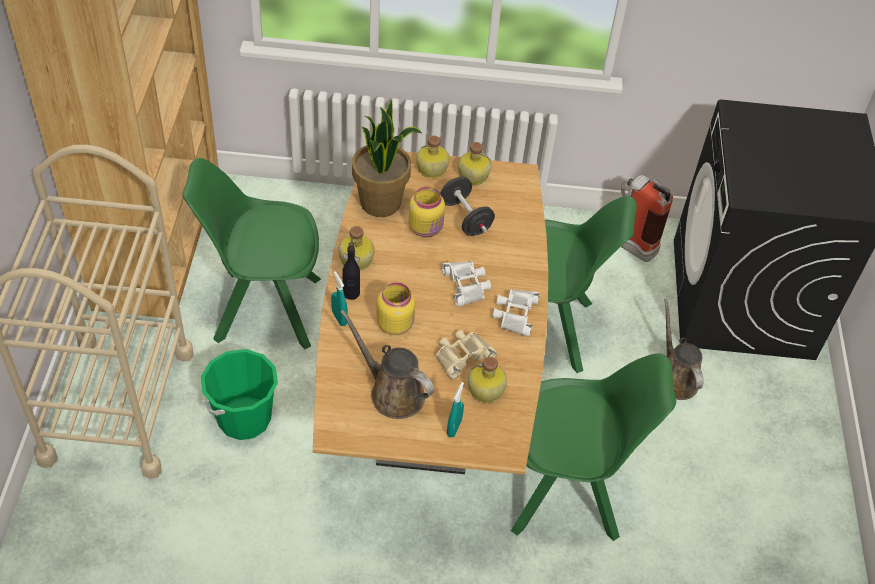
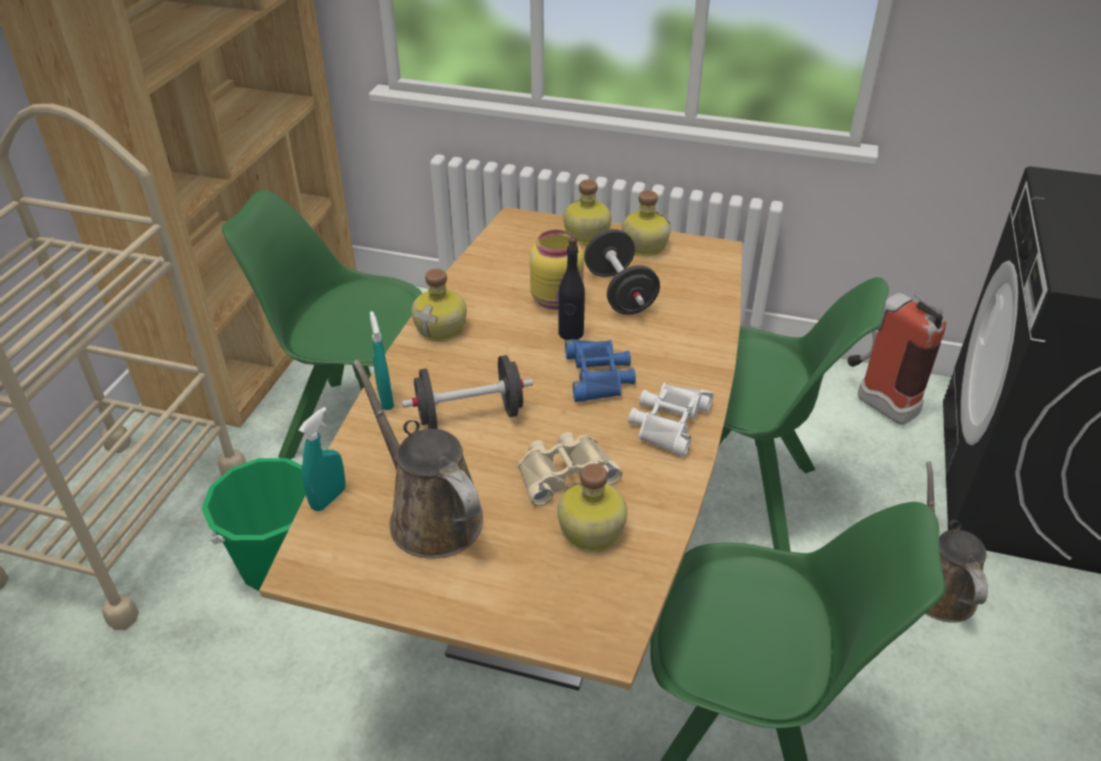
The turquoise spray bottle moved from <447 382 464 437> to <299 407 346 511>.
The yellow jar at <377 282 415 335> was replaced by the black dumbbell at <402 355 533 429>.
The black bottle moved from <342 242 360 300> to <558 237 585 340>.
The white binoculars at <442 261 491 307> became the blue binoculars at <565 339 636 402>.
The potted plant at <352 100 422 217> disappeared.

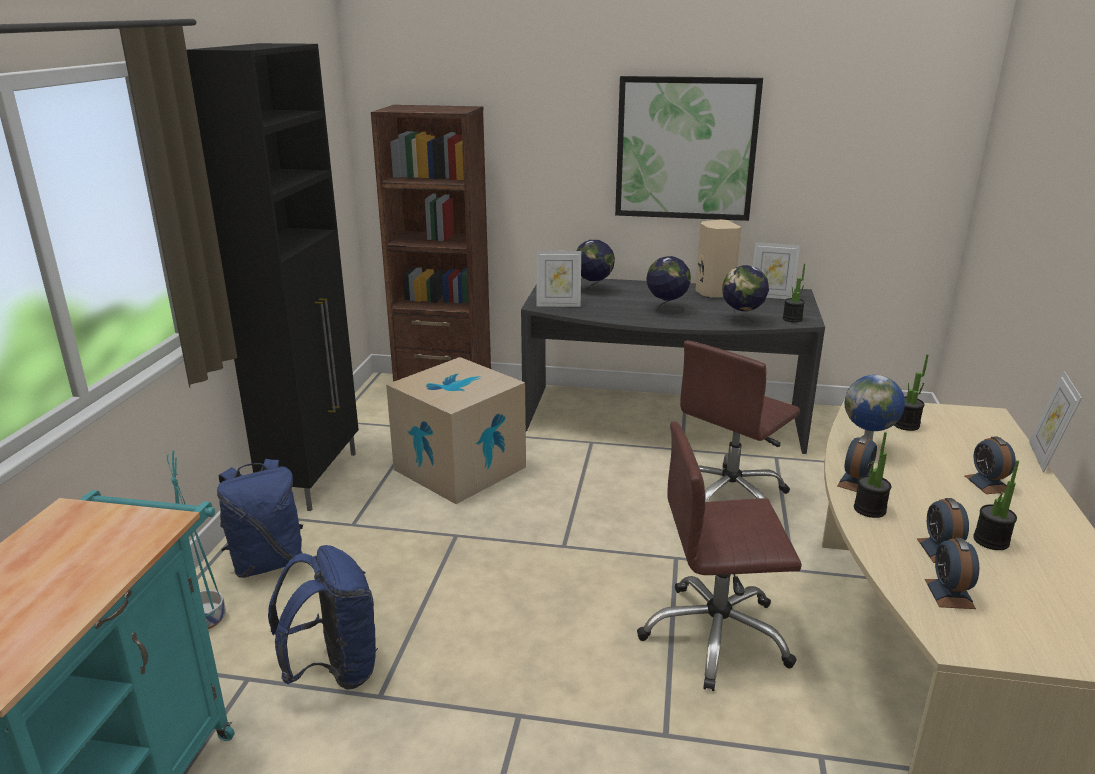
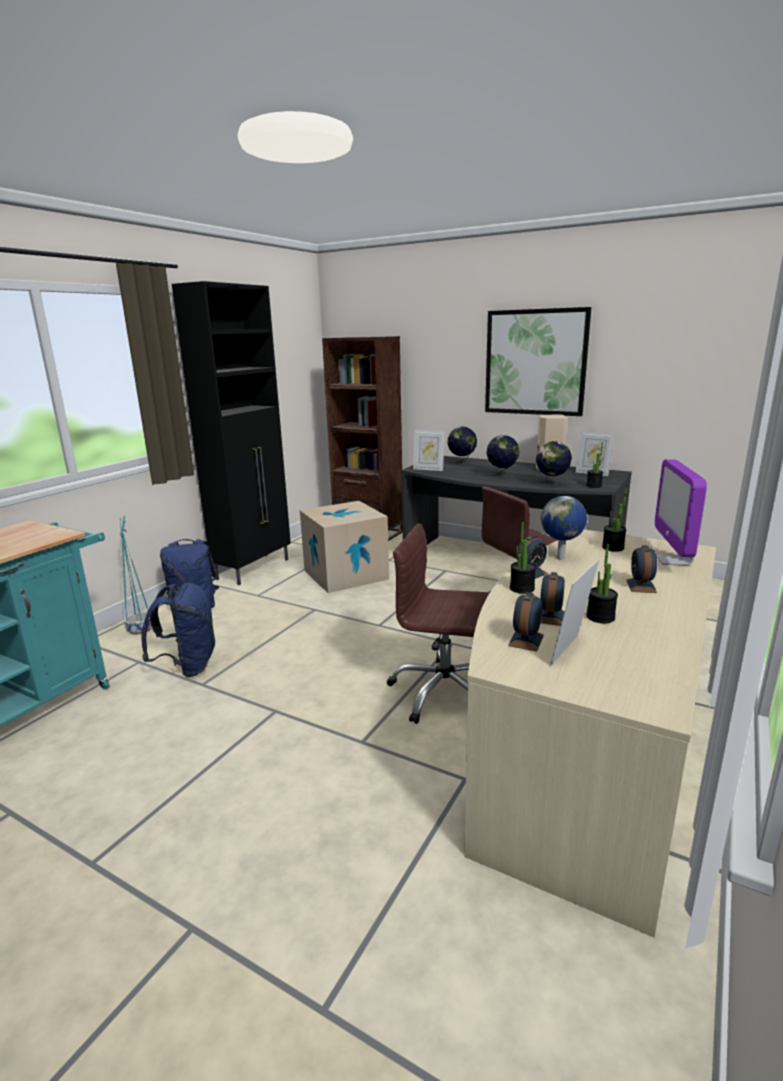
The picture frame moved from <1029 371 1082 473> to <550 559 600 666>.
The monitor at <655 459 707 565> appeared.

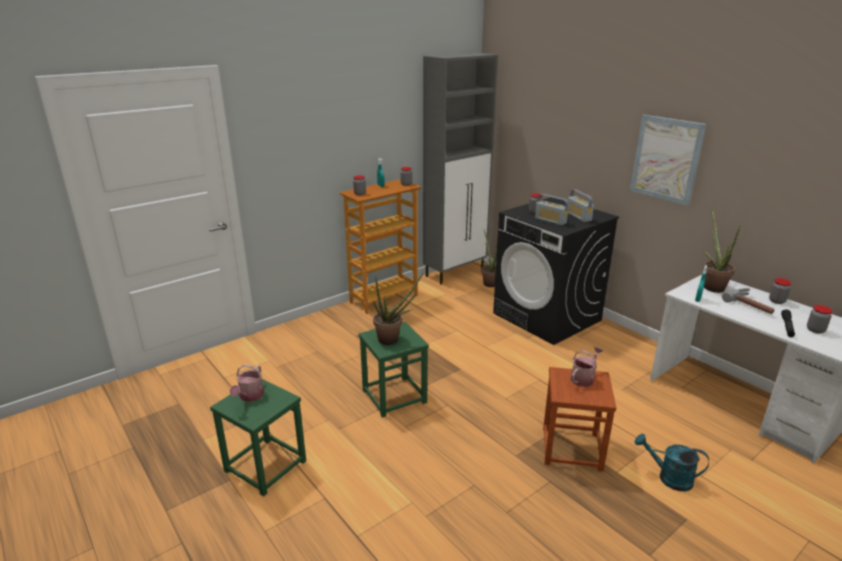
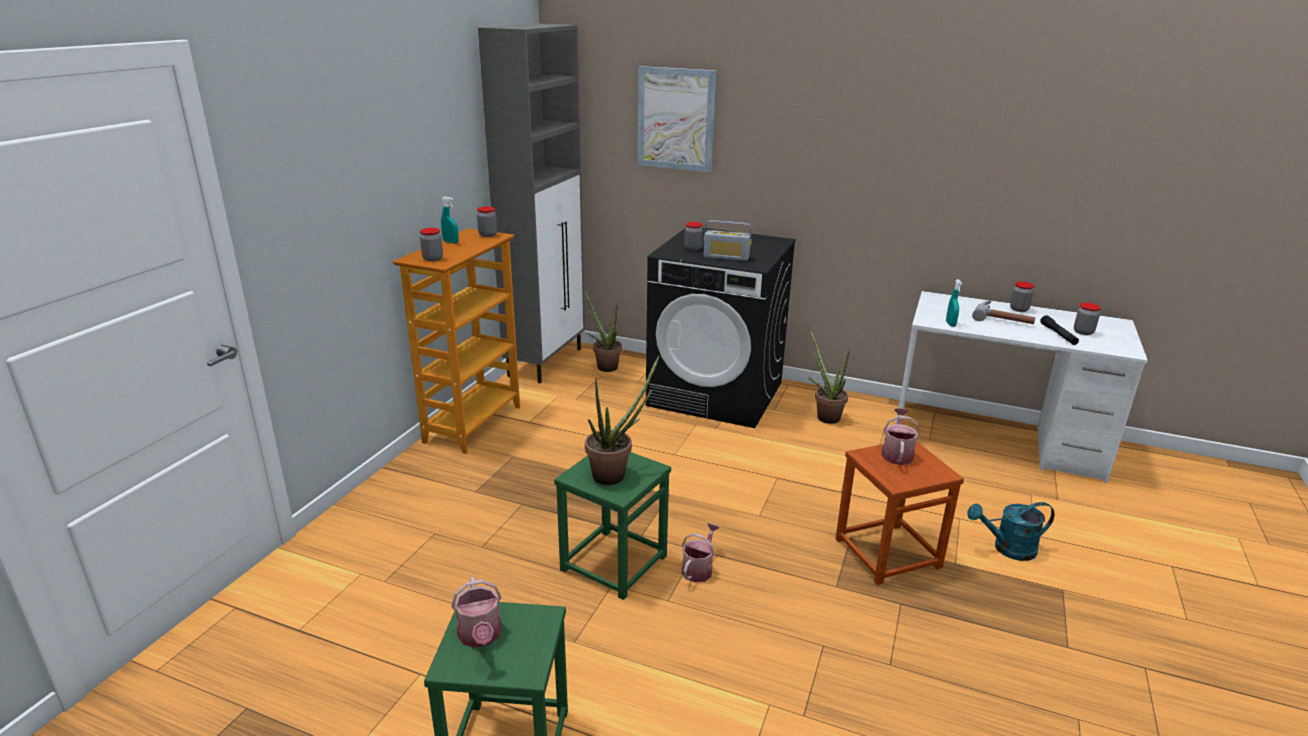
The picture moved from <630 115 706 206> to <638 66 716 172>.
The watering can at <682 523 720 582> appeared.
The potted plant moved from <703 208 741 293> to <808 329 850 424>.
The radio at <568 189 594 222> disappeared.

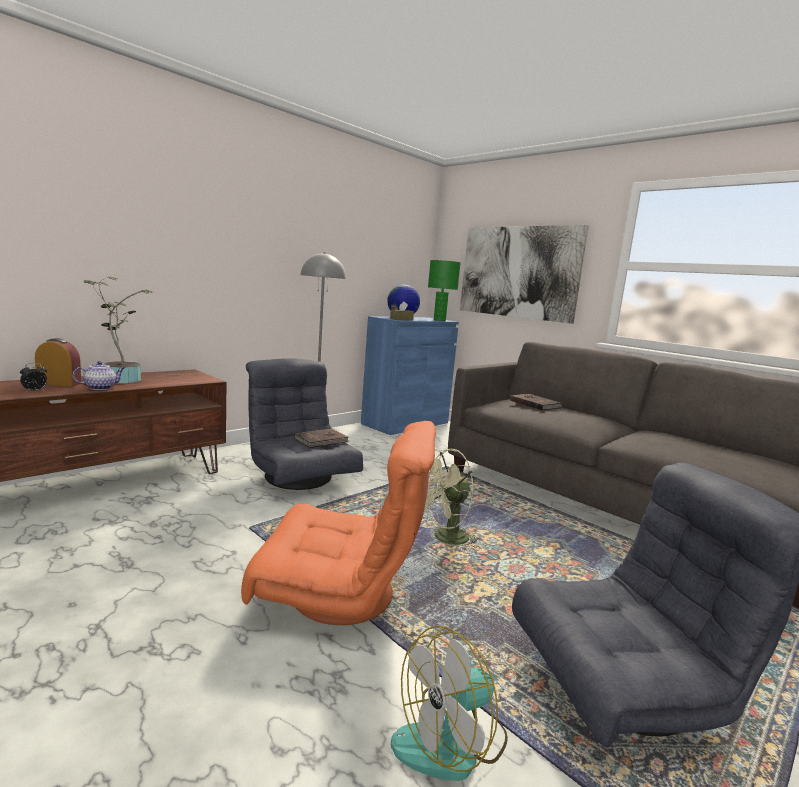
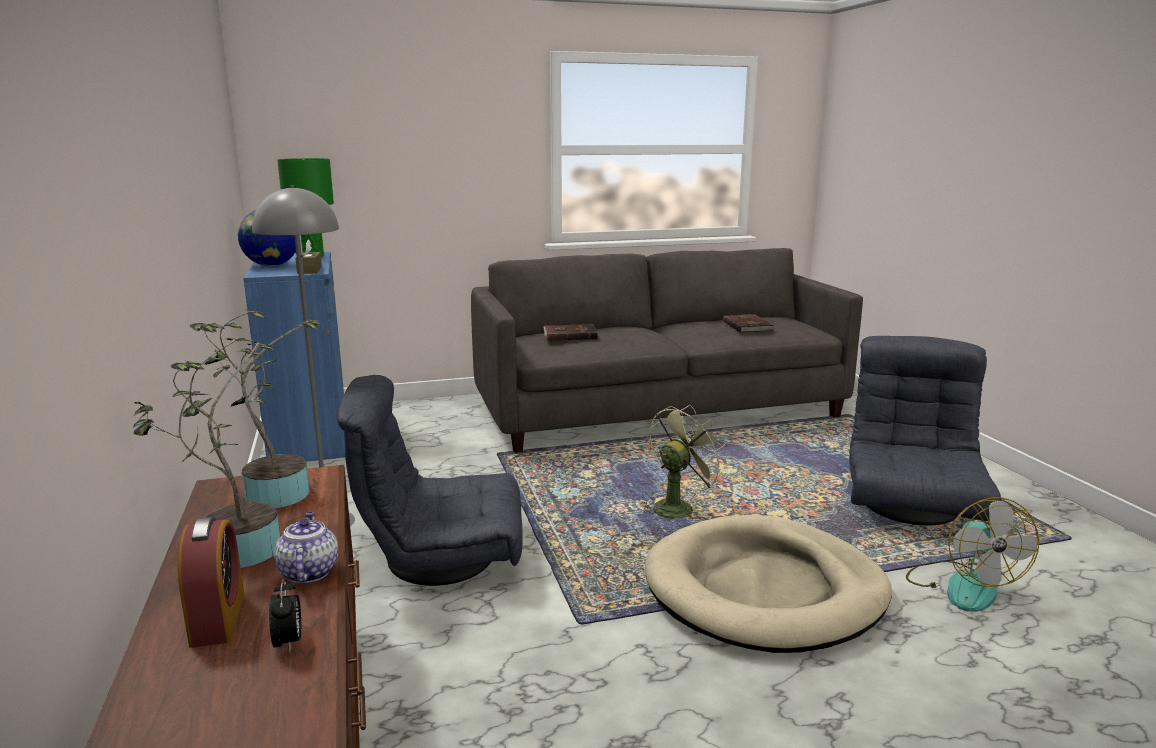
The alarm clock at <35 338 82 387> turned 135 degrees clockwise.
The potted plant at <190 310 323 508> appeared.
The green fan at <424 449 480 551> turned 135 degrees counterclockwise.
The orange armchair at <241 421 436 625> was replaced by the beige dog bed at <645 515 892 653>.
The brown book moved from <294 428 350 448> to <723 314 774 333>.
The picture at <460 225 589 324> disappeared.

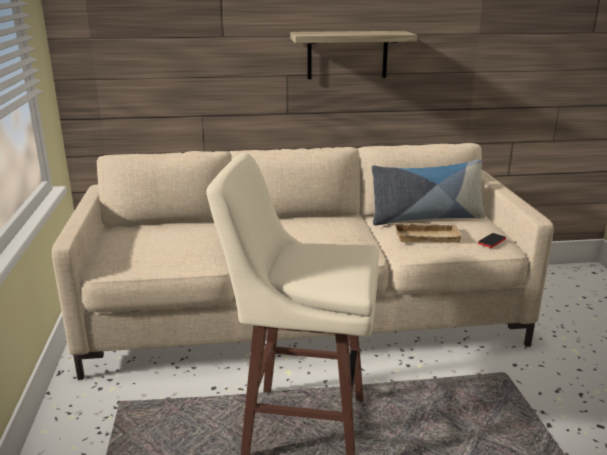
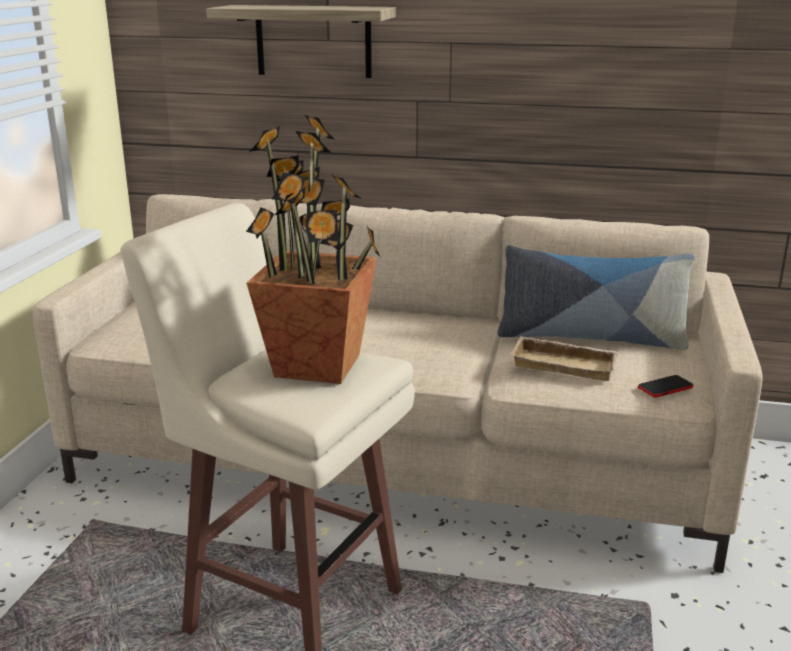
The shelf moved from <290 31 417 79> to <206 5 396 78>.
The potted plant at <246 115 380 384> appeared.

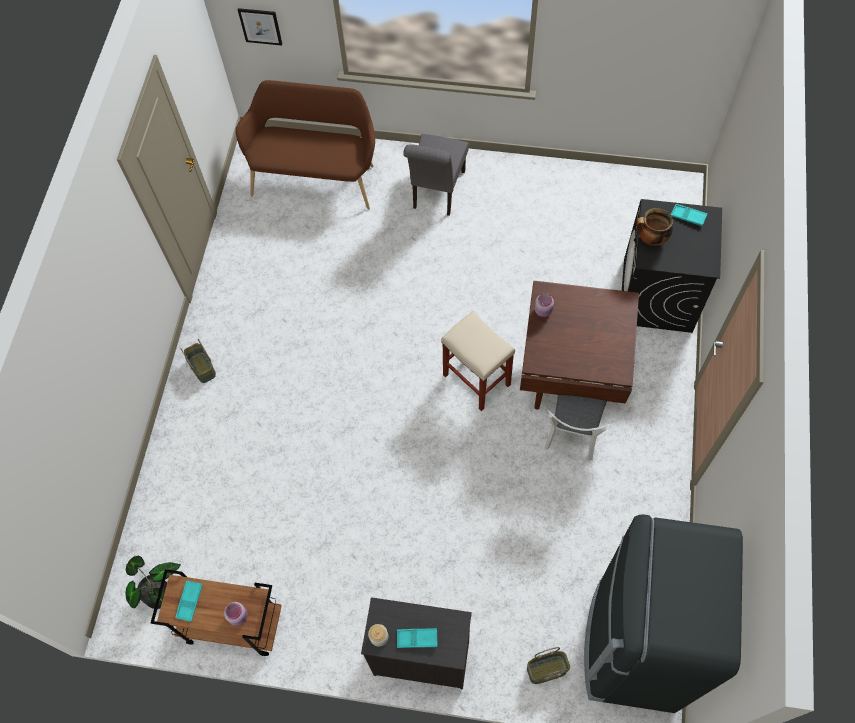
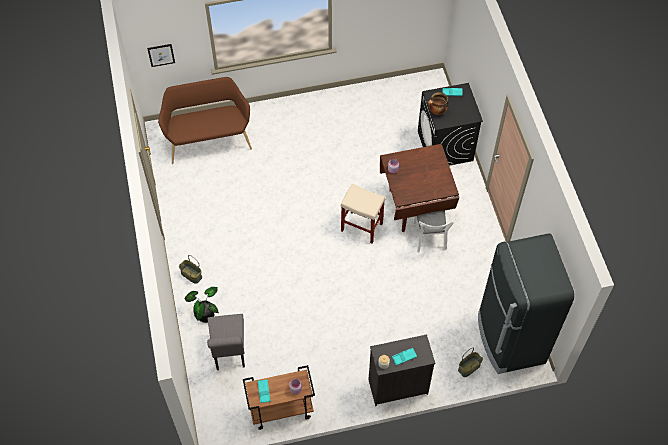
The potted plant moved from <125 556 181 609> to <184 287 219 323>.
The grey chair moved from <403 134 469 216> to <207 314 245 370>.

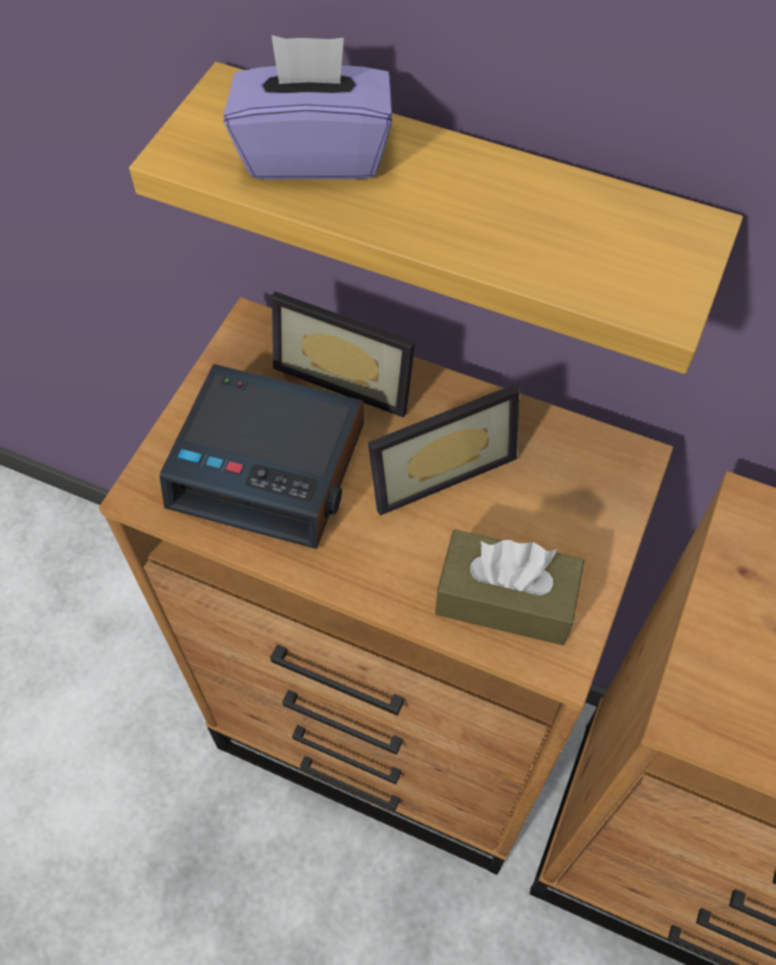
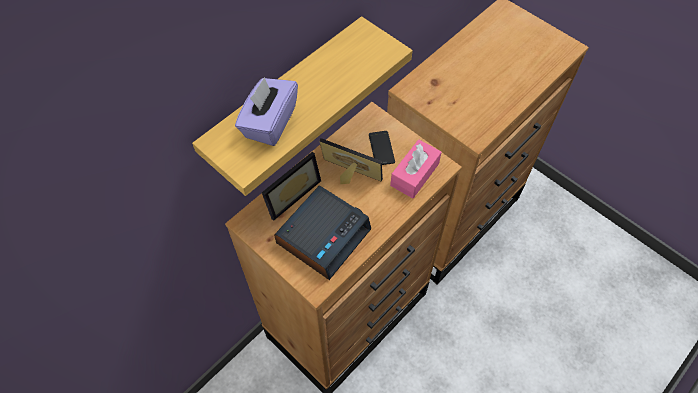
The picture frame at <368 384 519 515> turned 60 degrees counterclockwise.
The phone at <369 131 395 165> appeared.
The brown tissue box at <435 530 585 645> became the pink tissue box at <390 140 442 198>.

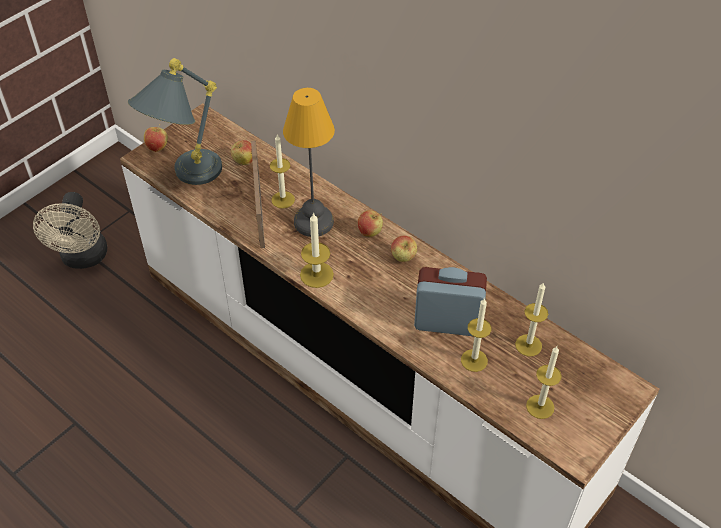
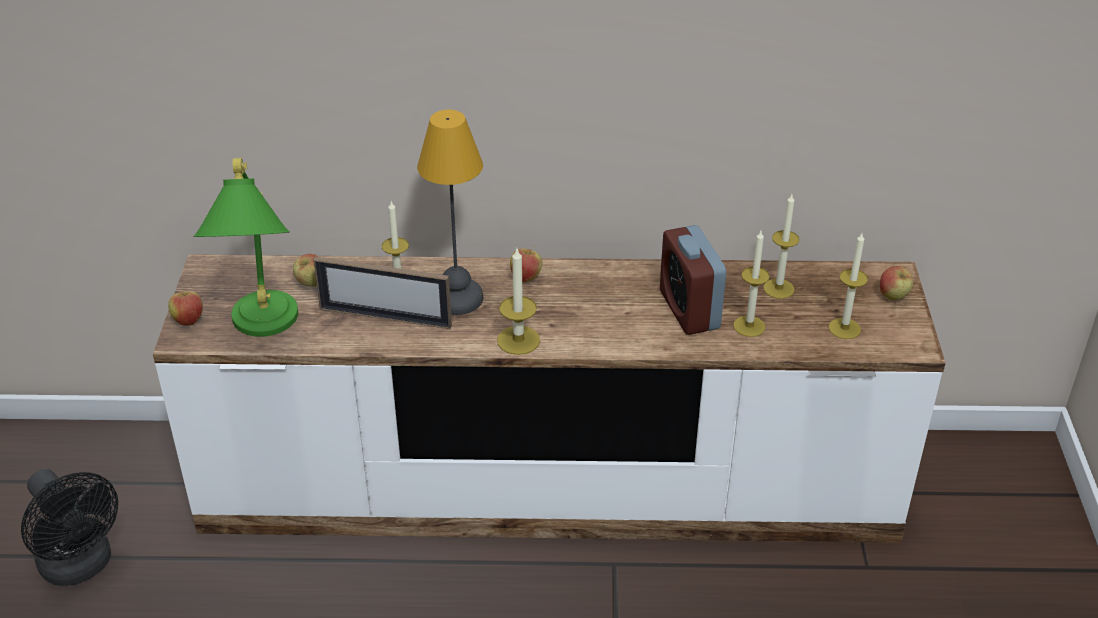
The beige fan at <33 192 107 269> became the black fan at <21 469 118 586>.
The grey table lamp at <128 58 222 185> became the green table lamp at <194 158 298 337>.
The picture frame at <251 140 265 248> turned 150 degrees clockwise.
The alarm clock at <414 267 487 336> turned 75 degrees counterclockwise.
The apple moved from <391 236 417 262> to <880 266 913 301>.

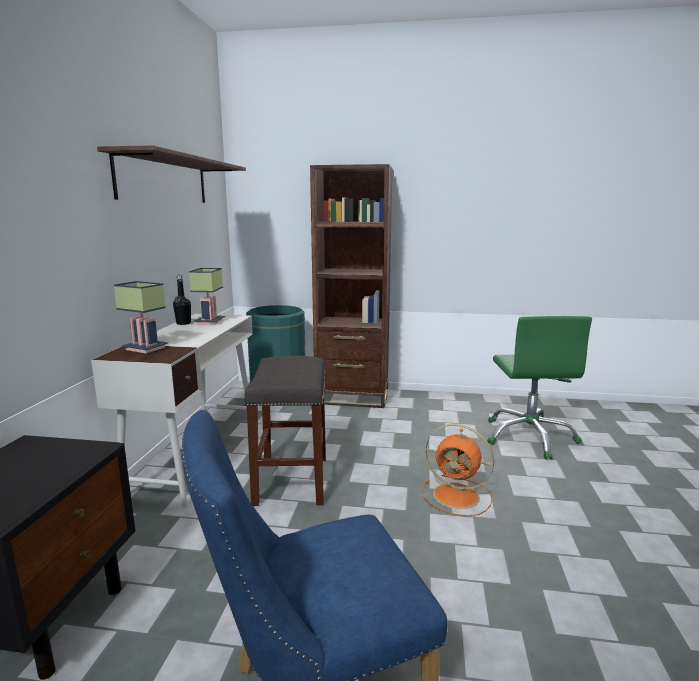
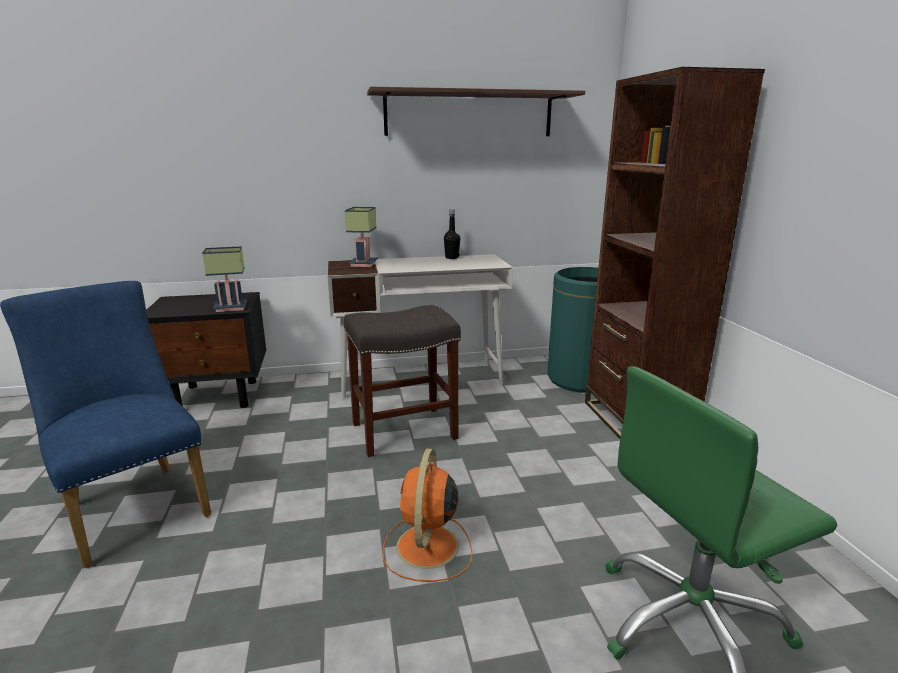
The table lamp moved from <189 268 225 325> to <202 246 247 312>.

